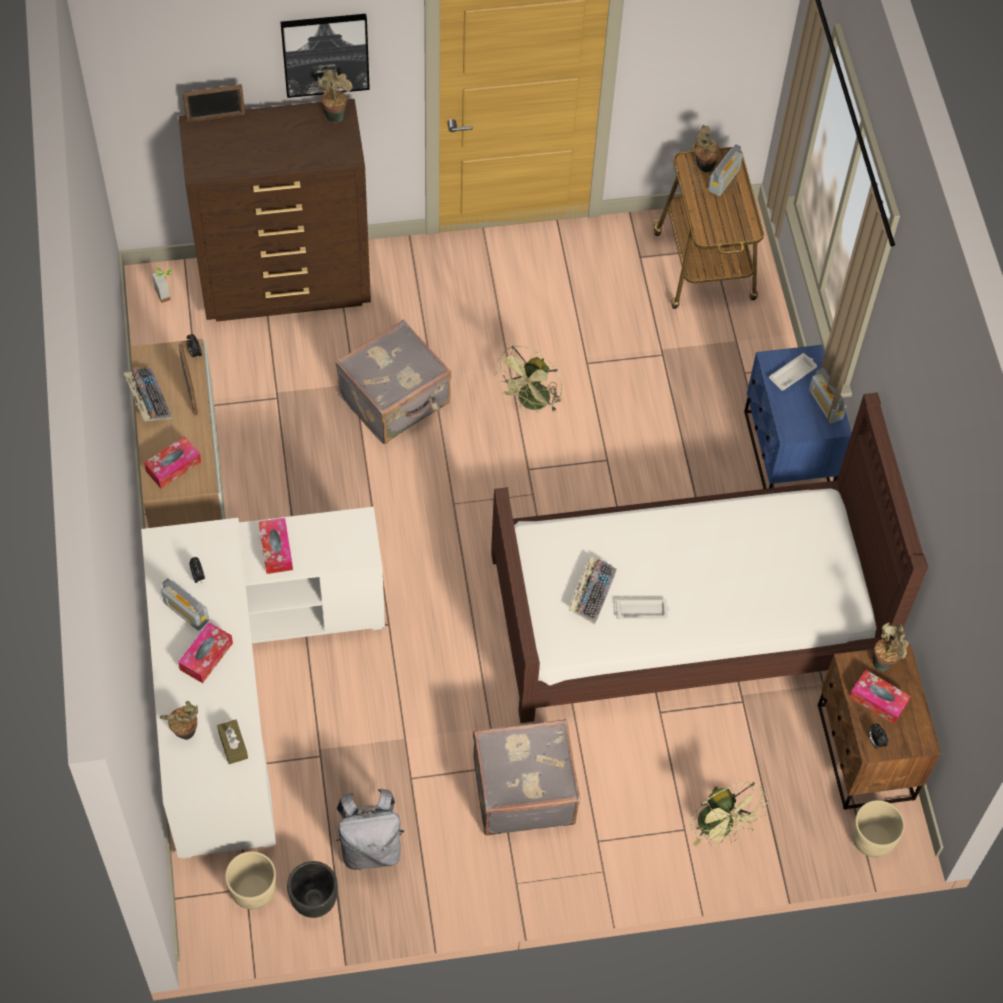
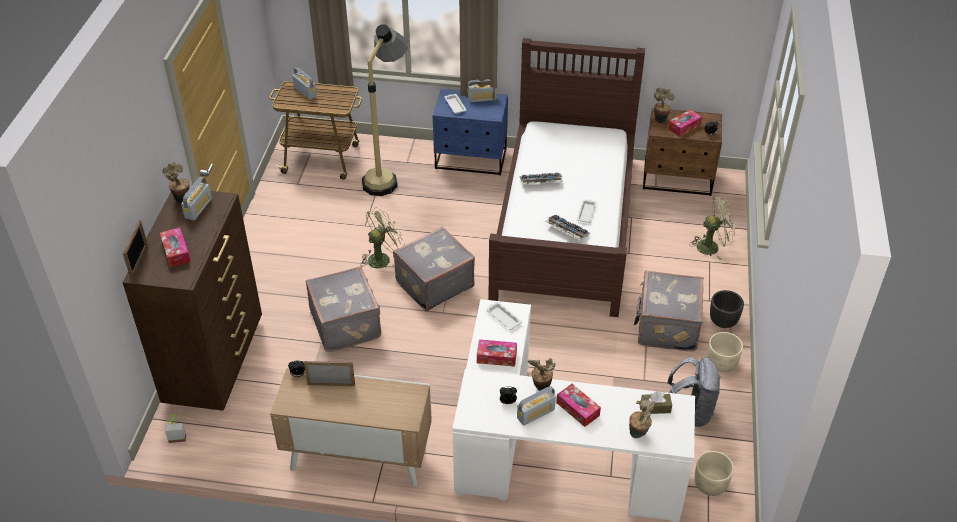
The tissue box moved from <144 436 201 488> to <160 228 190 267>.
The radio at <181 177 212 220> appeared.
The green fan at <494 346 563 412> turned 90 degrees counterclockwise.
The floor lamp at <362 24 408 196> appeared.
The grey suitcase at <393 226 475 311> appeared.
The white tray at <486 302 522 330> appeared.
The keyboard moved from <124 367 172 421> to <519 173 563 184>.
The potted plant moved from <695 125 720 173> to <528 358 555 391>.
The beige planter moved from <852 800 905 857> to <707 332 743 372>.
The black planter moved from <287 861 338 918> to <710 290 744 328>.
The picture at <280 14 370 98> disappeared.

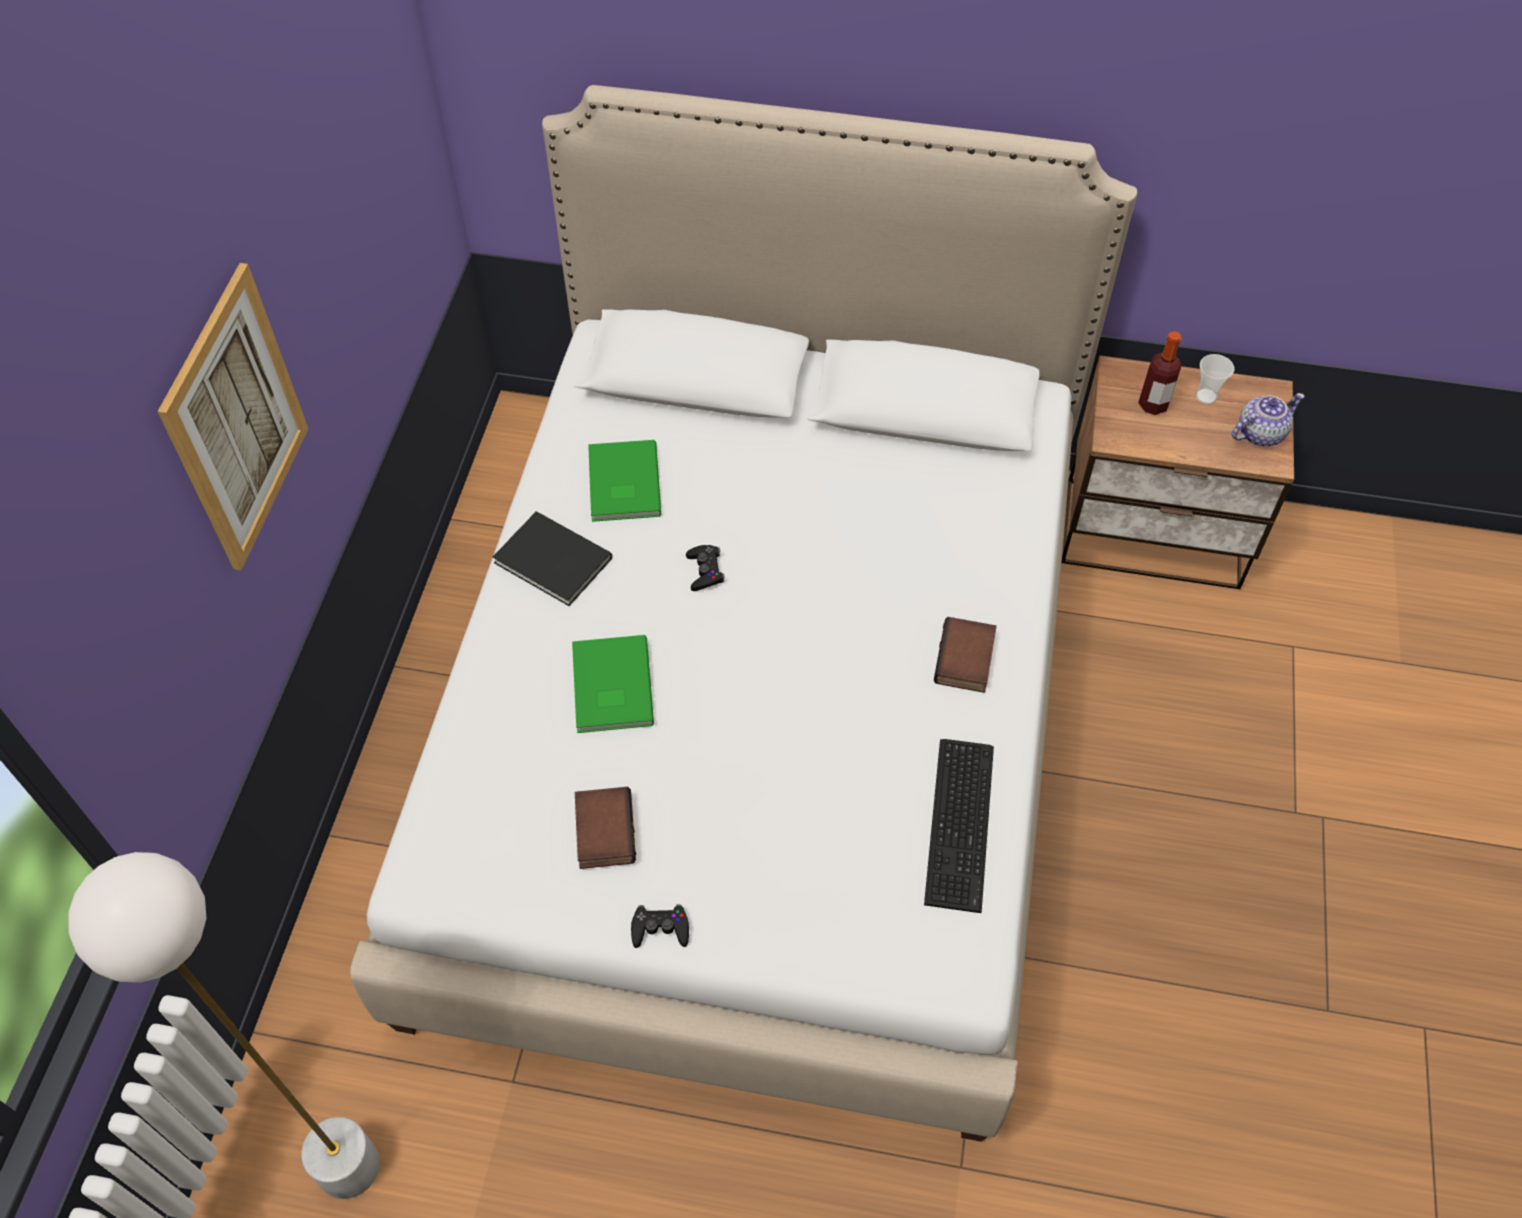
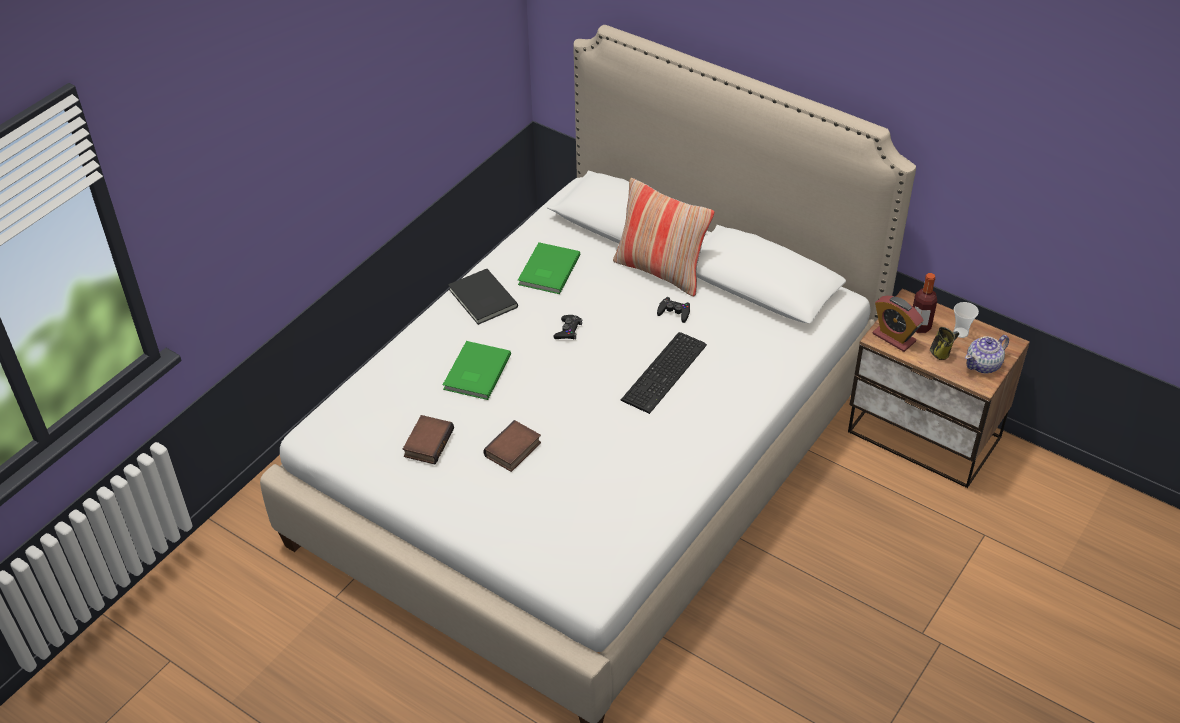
The book moved from <934 617 997 693> to <483 420 541 472>.
The pillow at <613 178 714 296> appeared.
The keyboard moved from <924 739 994 913> to <621 332 707 414>.
The black game controller moved from <631 904 689 948> to <657 297 690 323>.
The alarm clock at <873 296 924 352> appeared.
The mug at <930 327 959 360> appeared.
The teapot at <1232 393 1305 446> turned 150 degrees clockwise.
The white floor lamp at <68 852 380 1199> disappeared.
The picture at <157 263 309 570> disappeared.

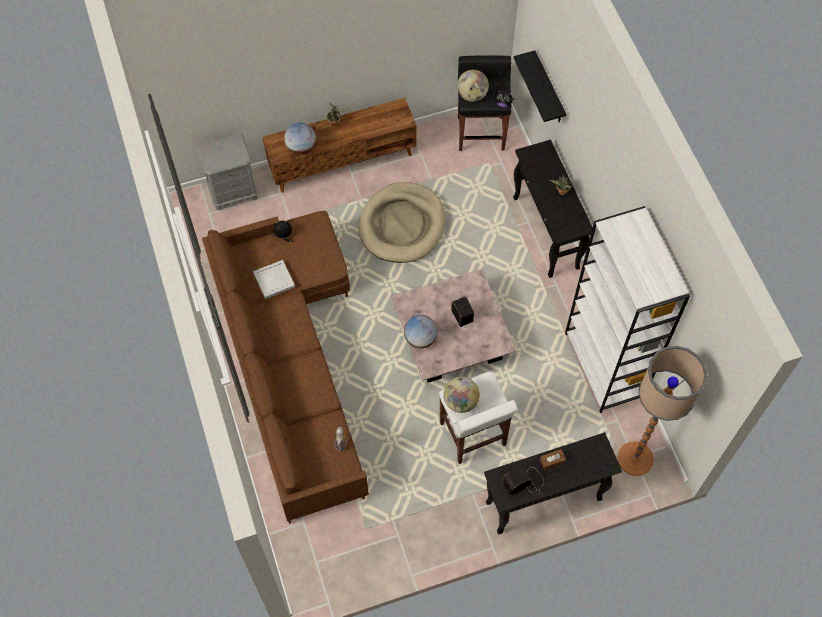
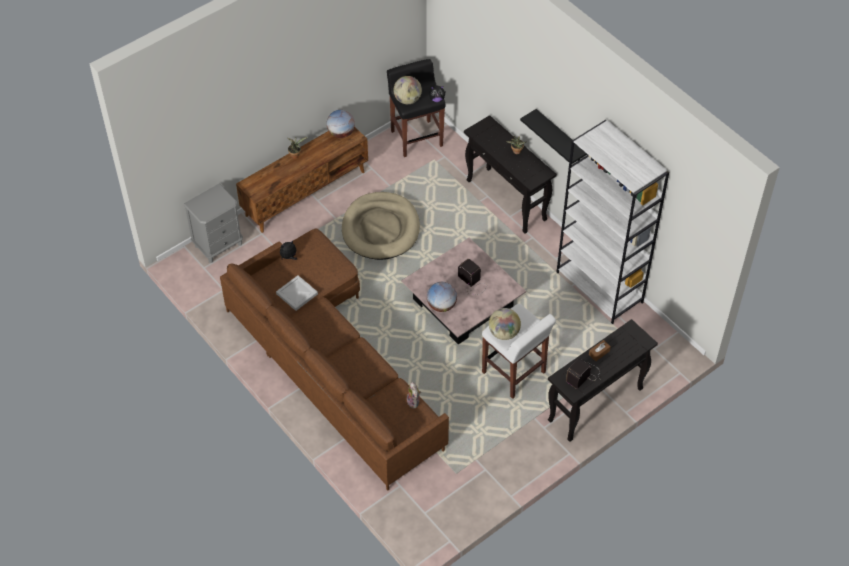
The globe moved from <284 123 316 155> to <326 110 355 138>.
The black shelf moved from <514 51 566 122> to <520 109 587 164>.
The floor lamp at <617 346 707 476> disappeared.

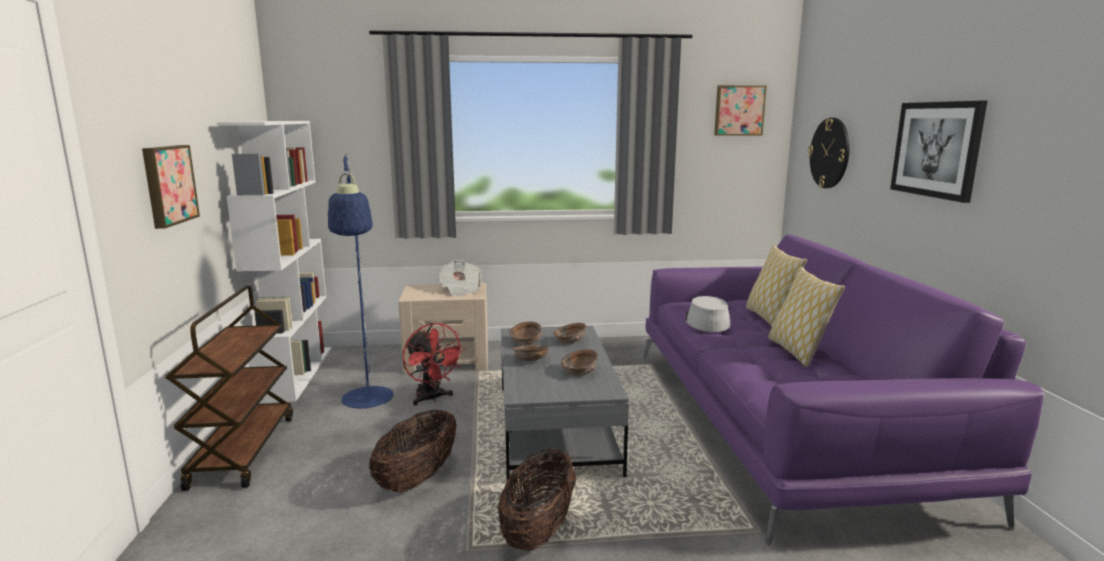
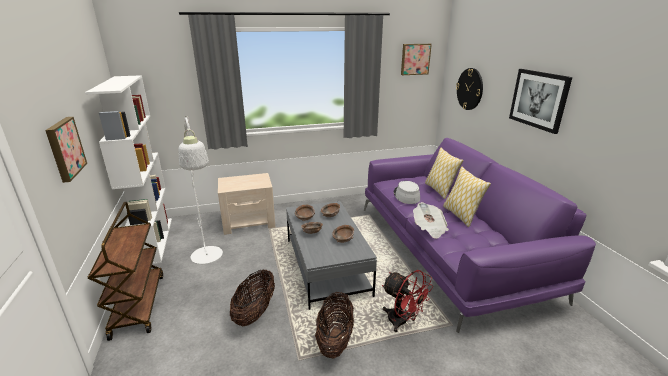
The blue floor lamp at <328 153 394 408> became the white floor lamp at <179 116 223 264>.
The red fan moved from <402 323 465 406> to <382 270 433 332>.
The newspaper moved from <438 260 482 297> to <413 202 449 239>.

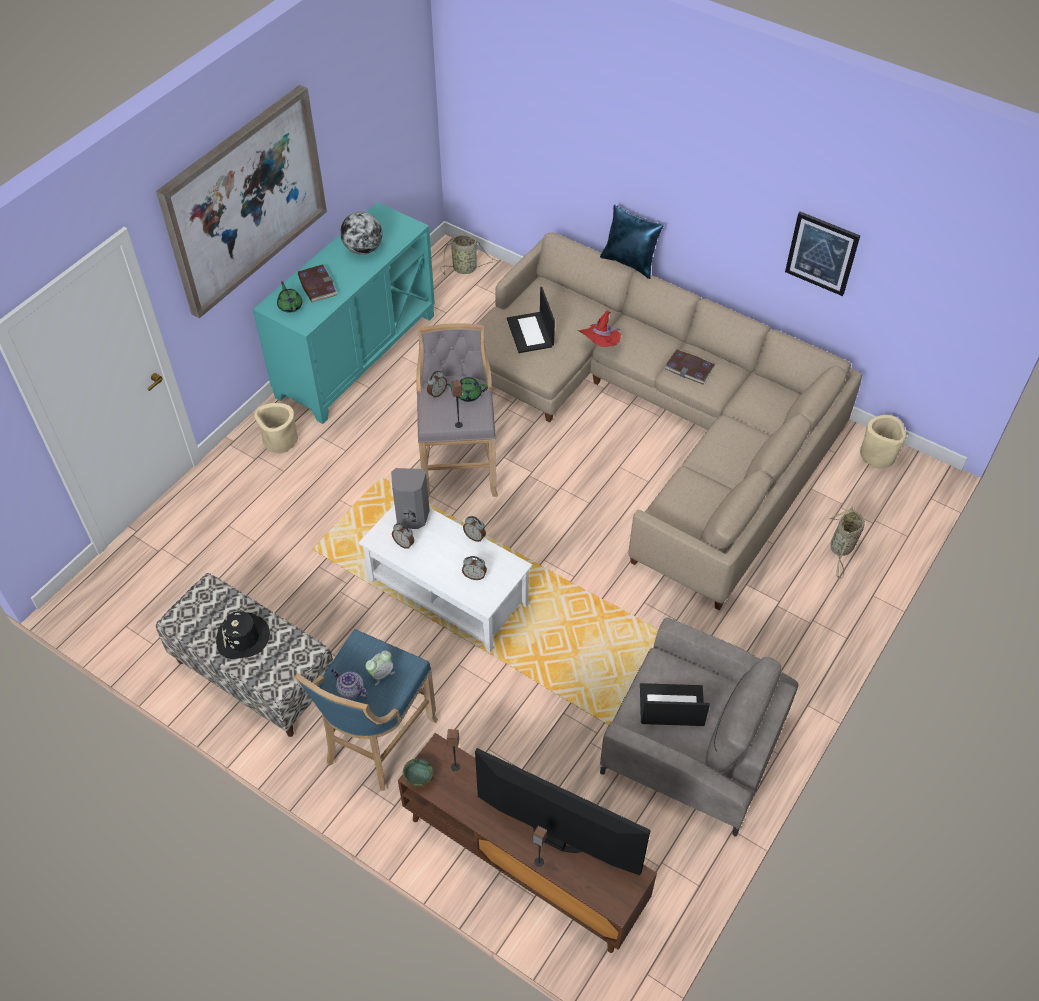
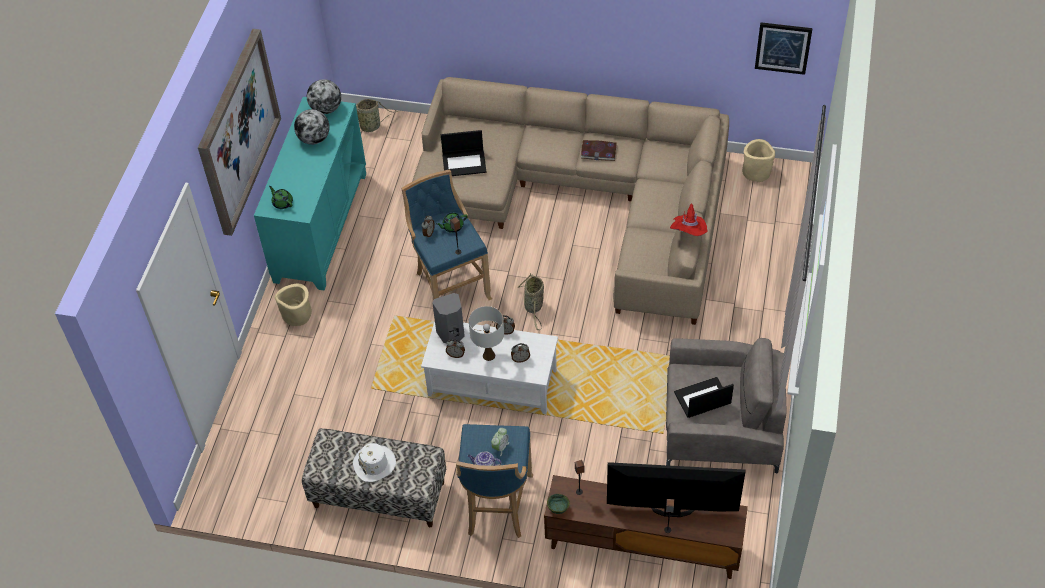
The globe at <307 79 341 114> appeared.
The black hat at <216 611 270 659> became the white hat at <353 443 396 482>.
The grey stool at <416 323 498 499> became the blue stool at <401 170 492 301>.
The laptop at <507 287 555 353> turned 60 degrees counterclockwise.
The white table lamp at <469 306 504 361> appeared.
The basket moved from <829 507 865 578> to <517 273 544 330>.
The red hat moved from <577 311 621 347> to <670 203 708 236>.
The picture moved from <785 212 860 296> to <755 22 813 75>.
The book at <298 265 337 303> disappeared.
The blue pillow at <600 205 664 279> disappeared.

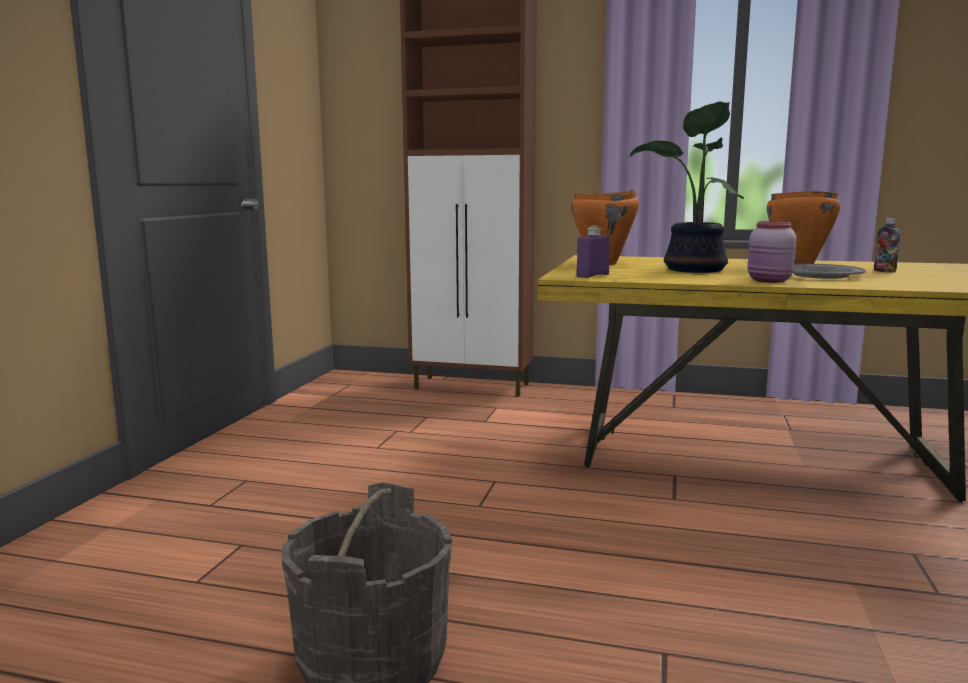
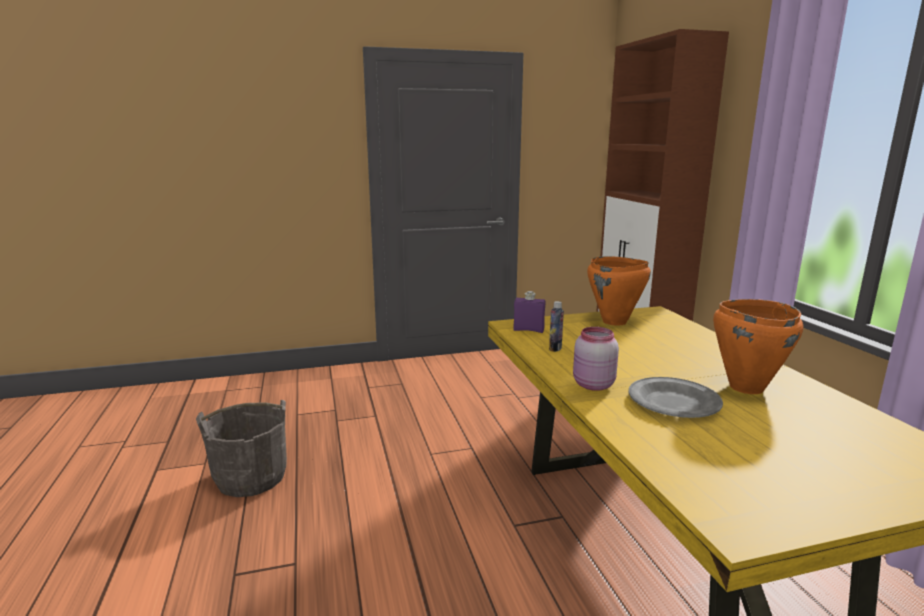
The bottle moved from <874 218 900 273> to <549 301 564 352>.
The potted plant at <630 101 744 273> disappeared.

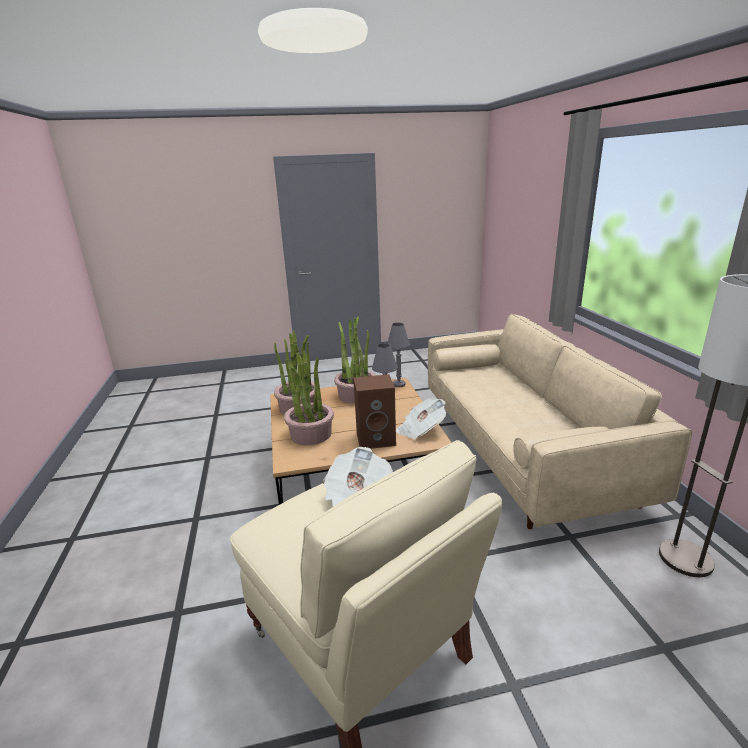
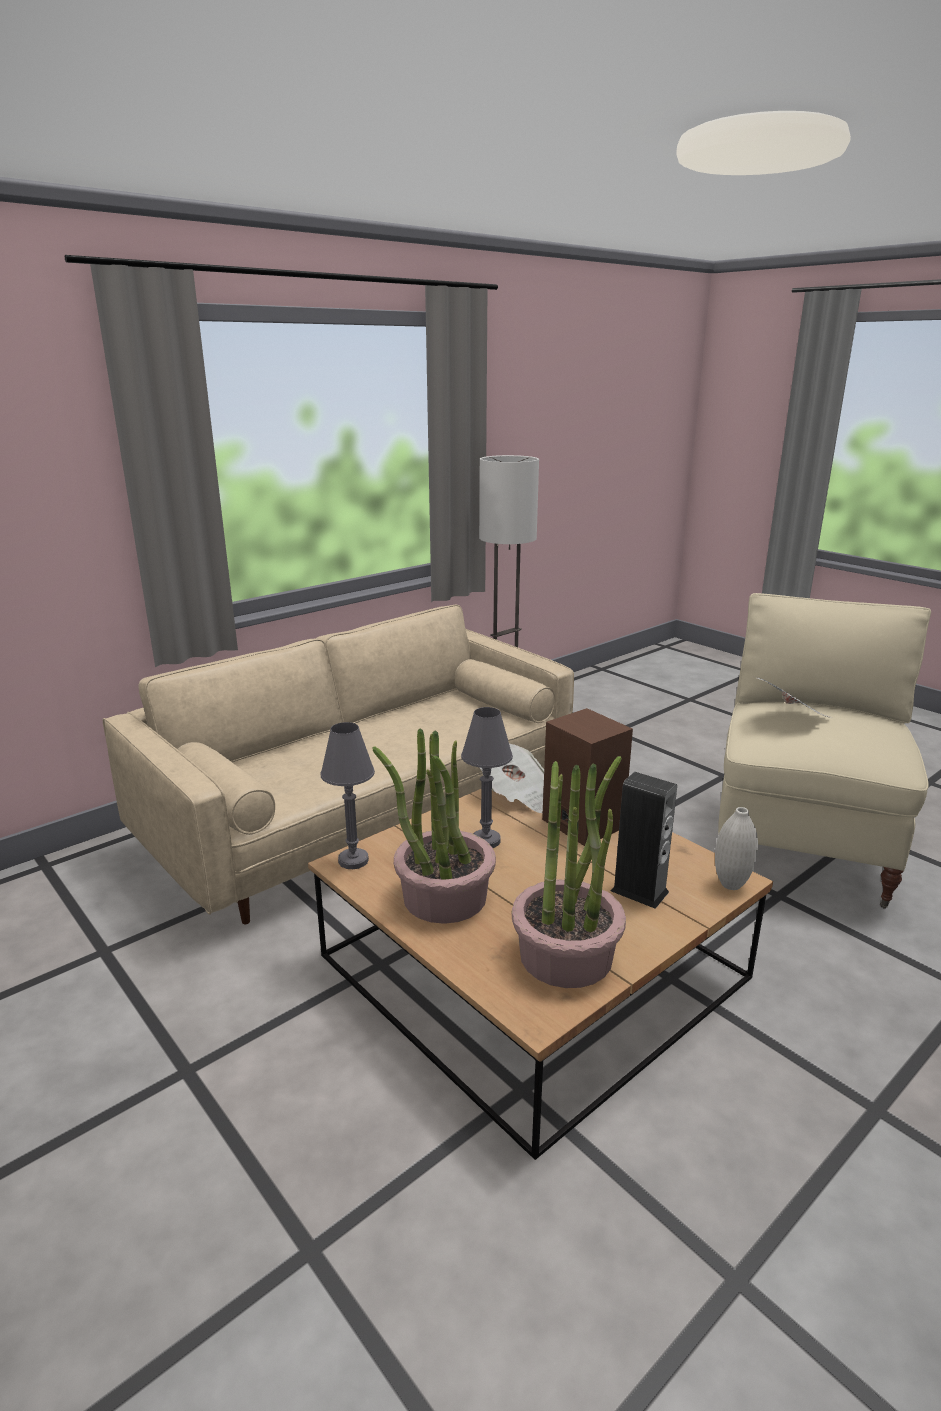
The potted plant at <284 351 334 445> was replaced by the speaker at <610 772 677 909>.
The white vase at <715 807 758 890> appeared.

